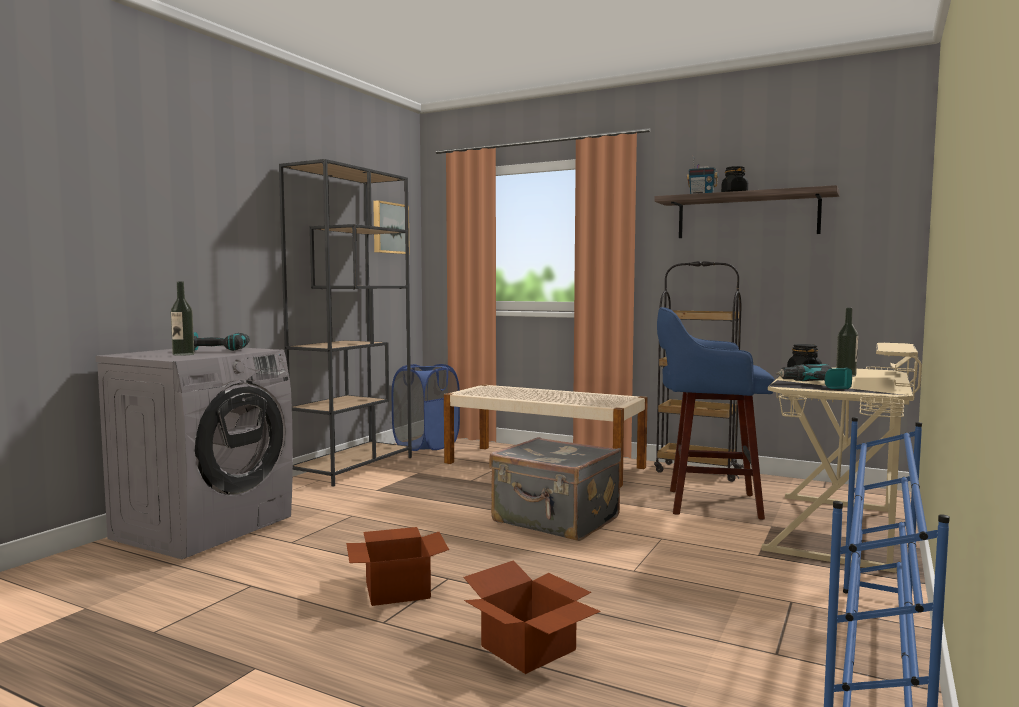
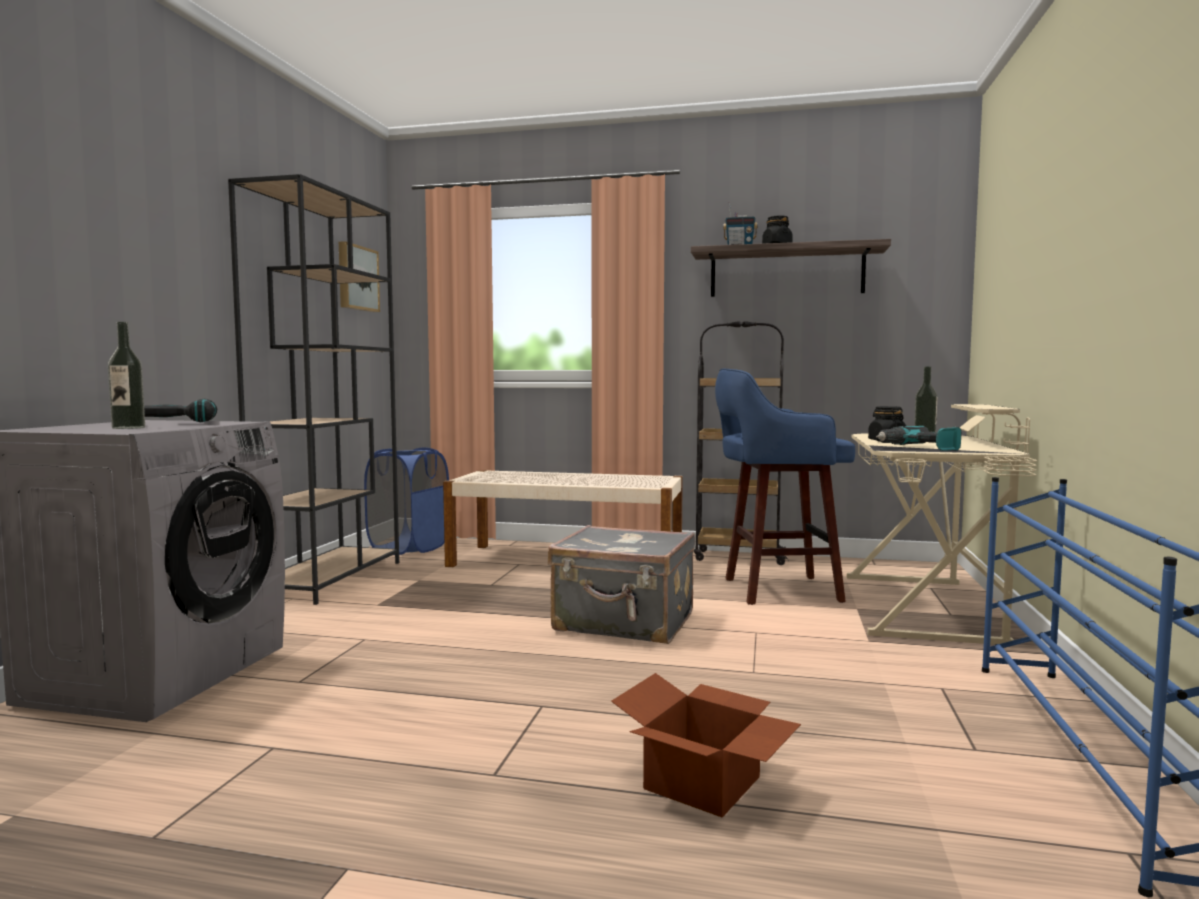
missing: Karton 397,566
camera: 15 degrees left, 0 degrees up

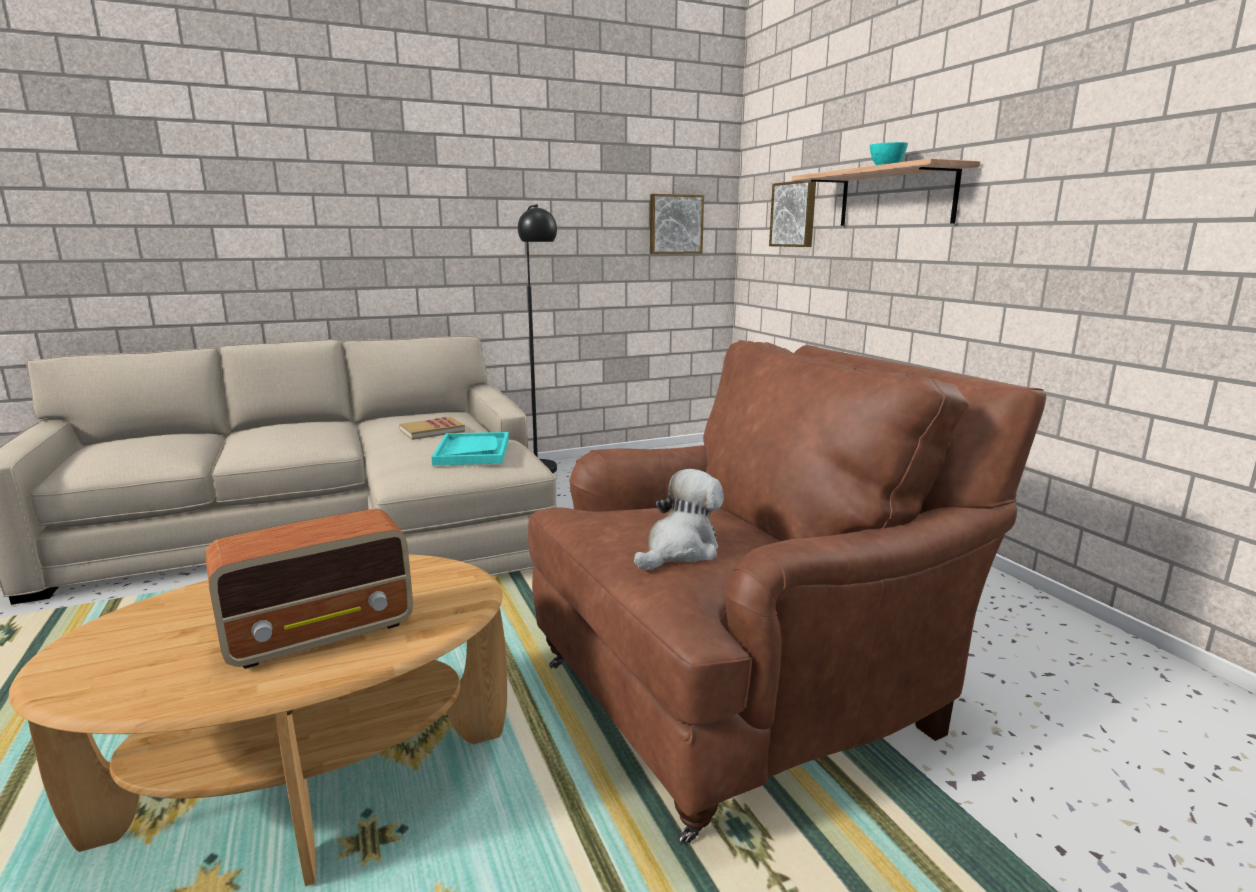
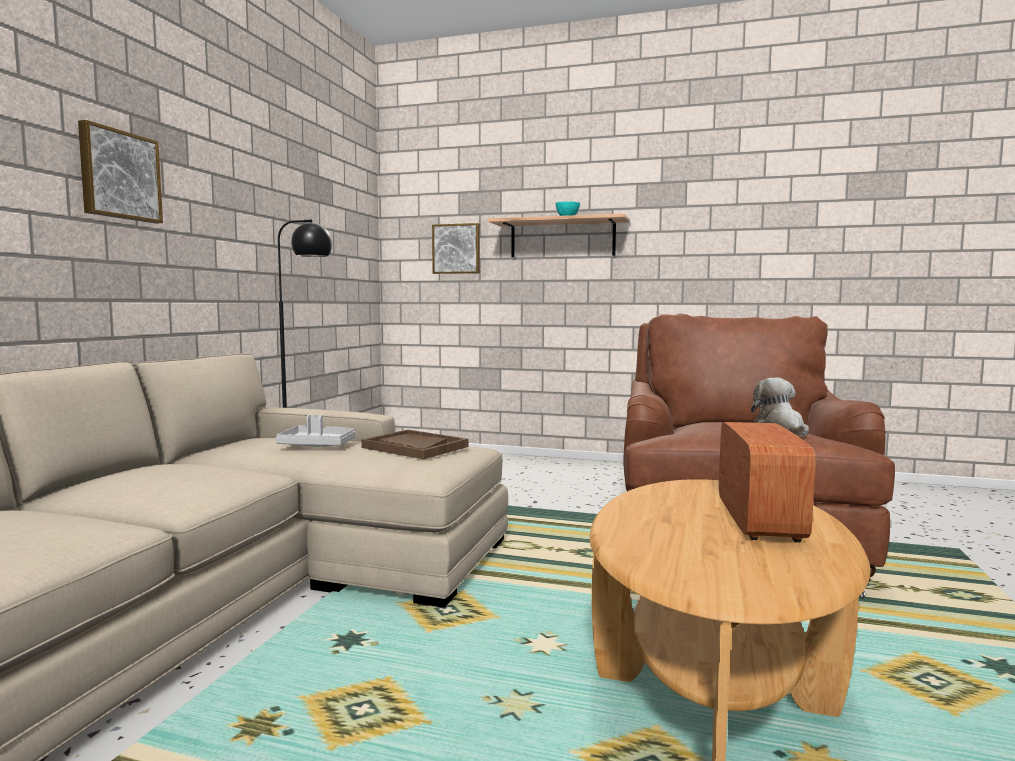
relocated: Bild 677,224 to 120,172
exchanged: Buch 432,428 to Tablett [grau] 315,430
colour: Tablett [türkis] 470,448 to Tablett [braun] 414,444
camera: 50 degrees left, 10 degrees down

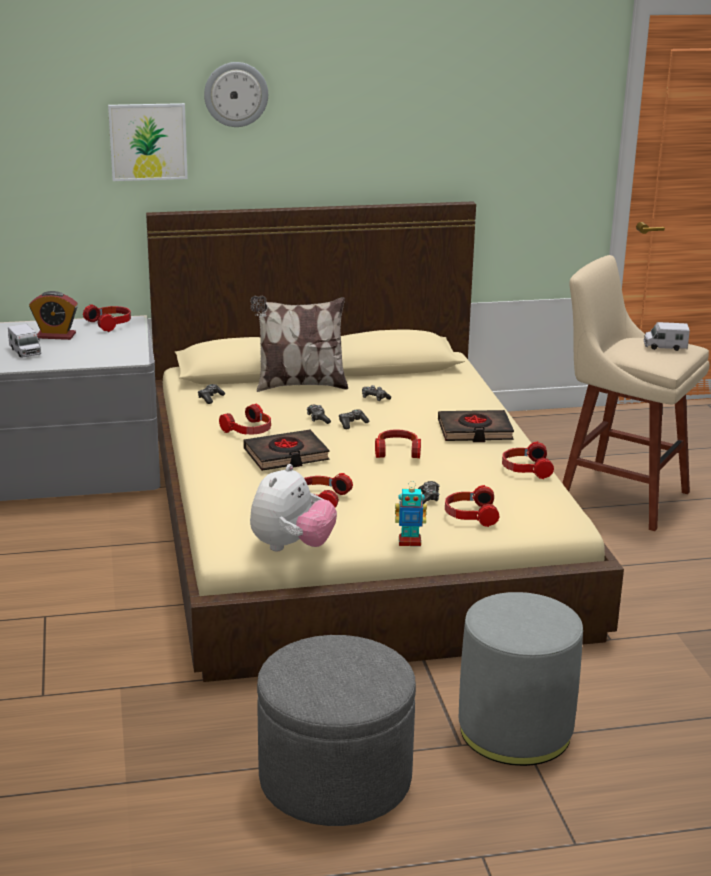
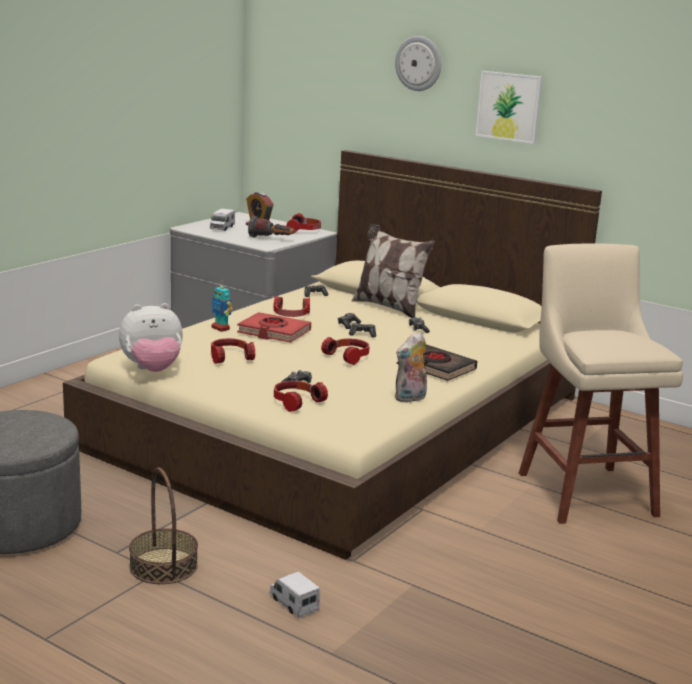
appeared: Taschenlampe 271,226
relocated: Spielzeugroboter 411,513 to 222,307; Spielzeuglaster 667,336 to 294,594; Bild 148,142 to 509,107
exchanged: Polsterhocker [grau] 521,679 to Korb 163,526; Kopfhörer 528,460 to Plüschtier 411,367
colour: Buch [schwarz] 286,450 to Buch [rot] 274,327
camera: 45 degrees right, 5 degrees down

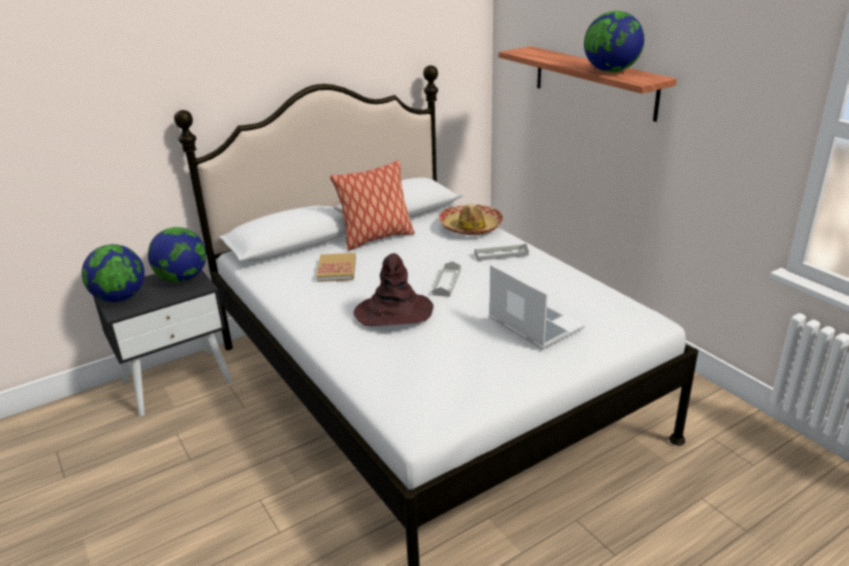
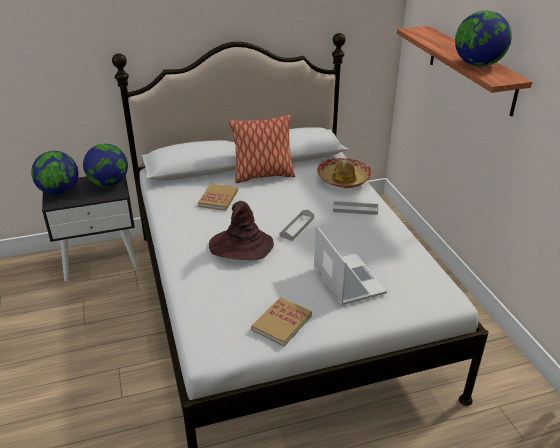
appeared: Buch 281,321
camera: 15 degrees right, 5 degrees up

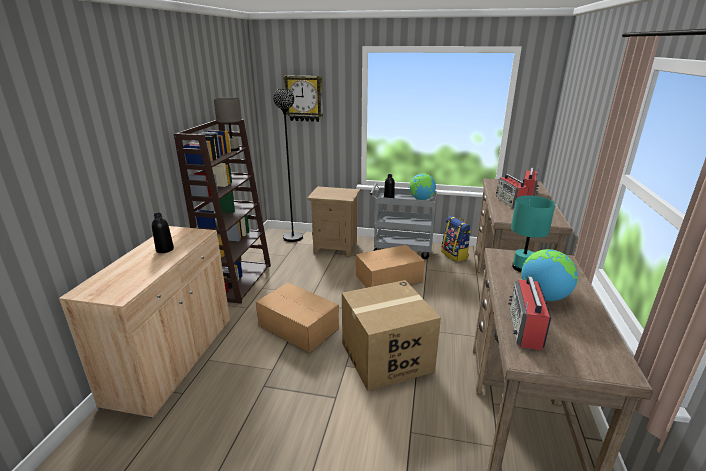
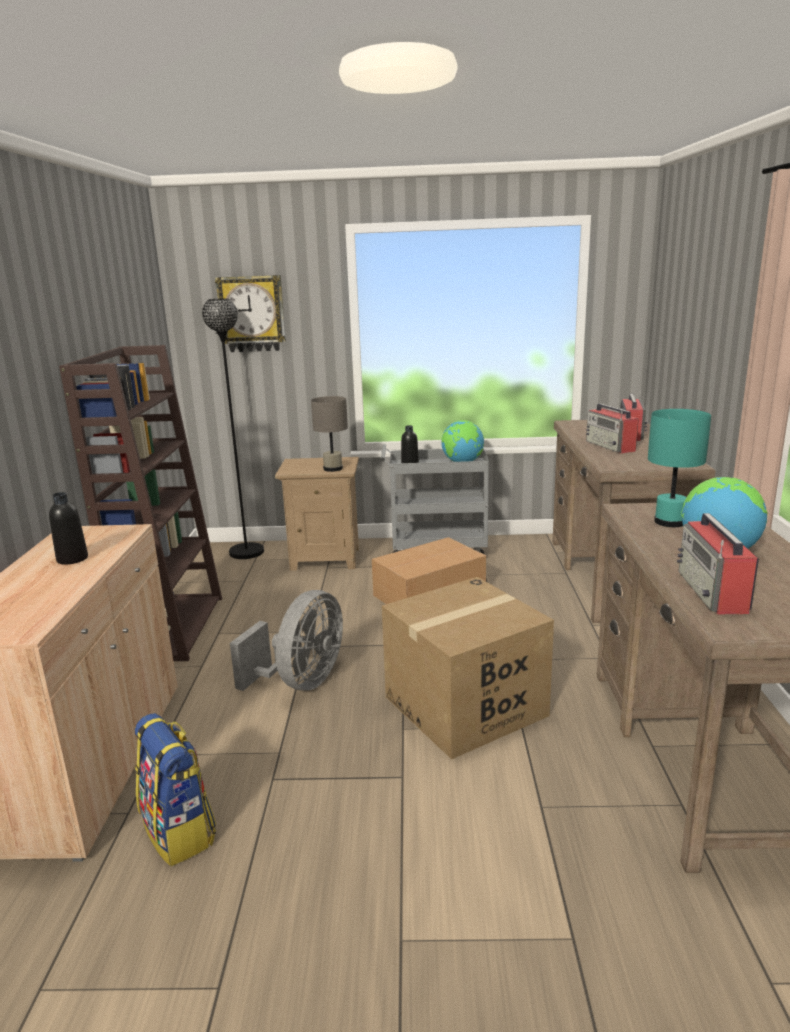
relocated: Rucksack 456,239 to 175,789; Tischlampe [grau] 228,124 to 329,434
exchanged: Karton 297,318 to Ventilator [grau] 286,640
camera: 10 degrees left, 5 degrees down

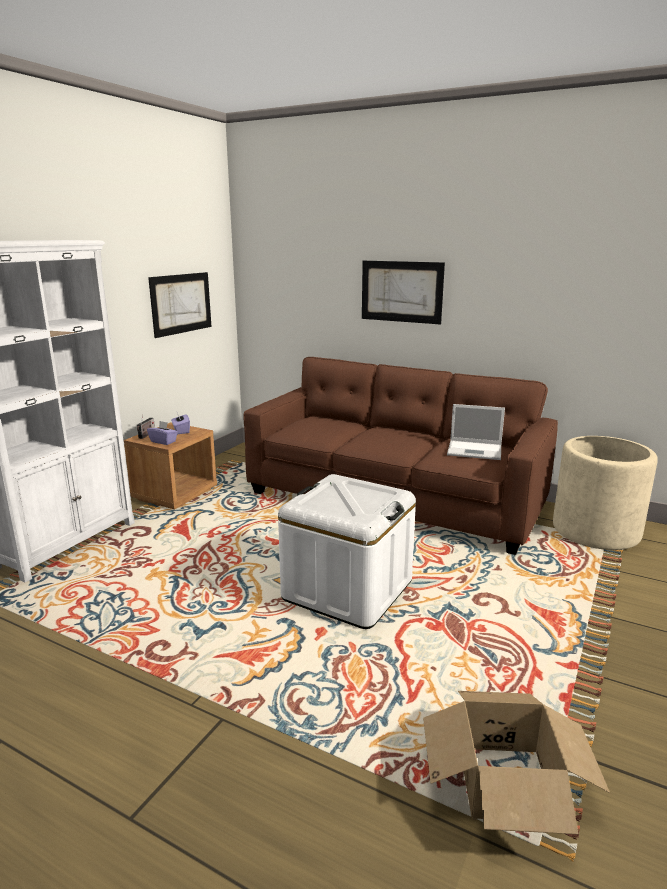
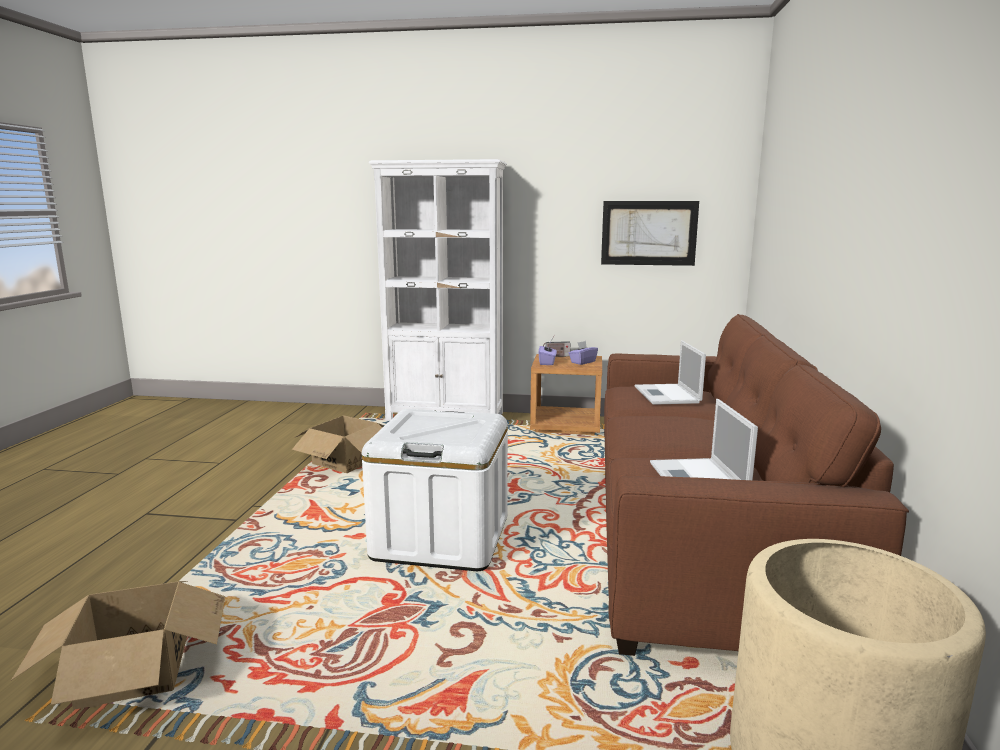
missing: Bild 403,293
appeared: Karton 338,444; Laptop 670,372
camera: 70 degrees right, 5 degrees down

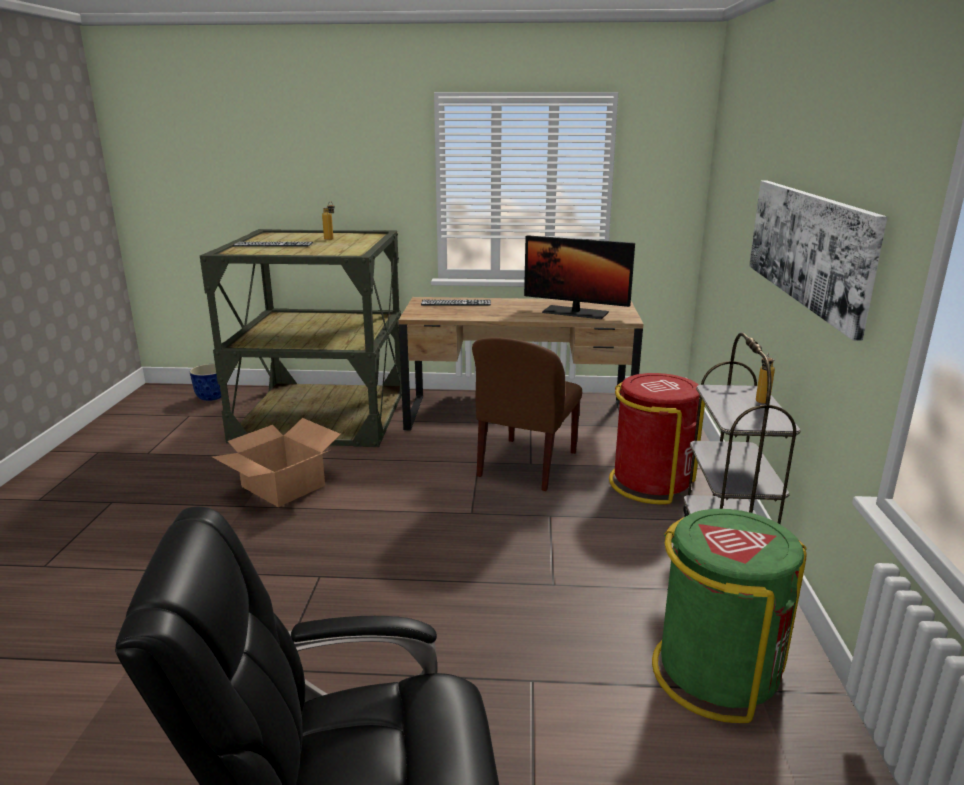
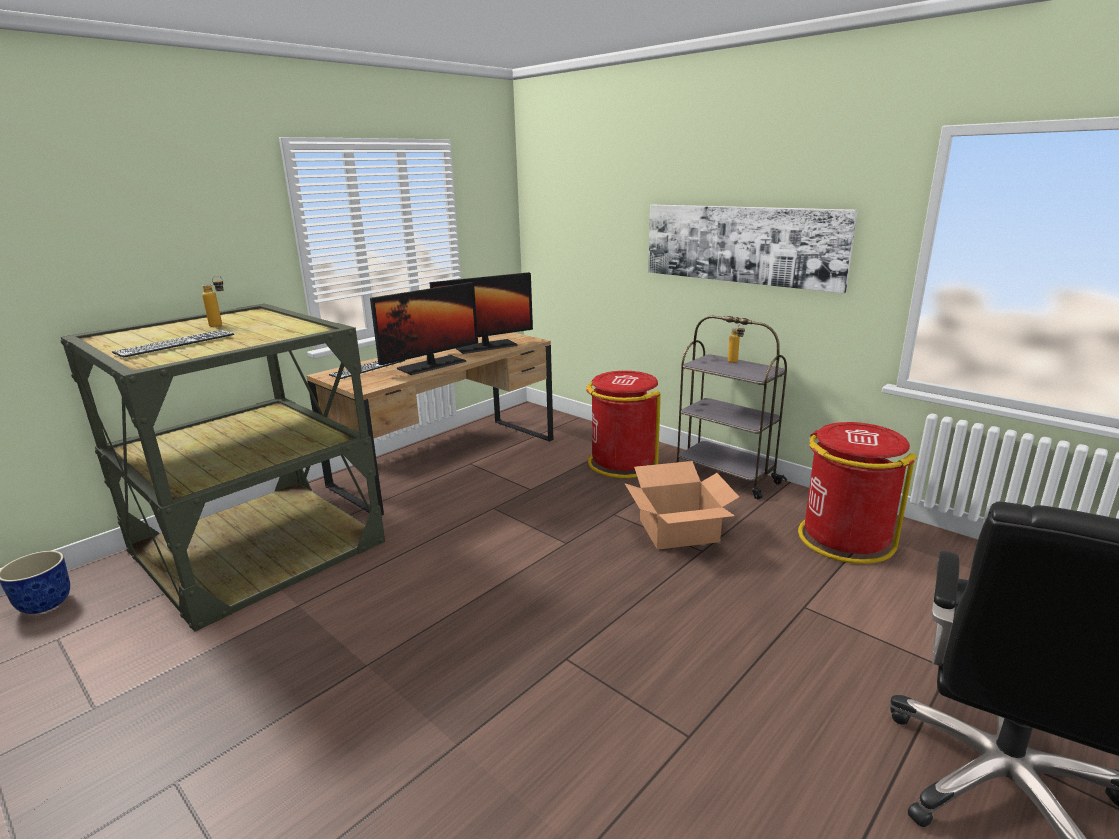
missing: Stuhl [braun] 527,414
appeared: Monitor 424,328
relocated: Karton 276,462 to 681,505
colour: Mülleimer [grün] 729,616 to Mülleimer [rot] 857,493
camera: 50 degrees left, 0 degrees up

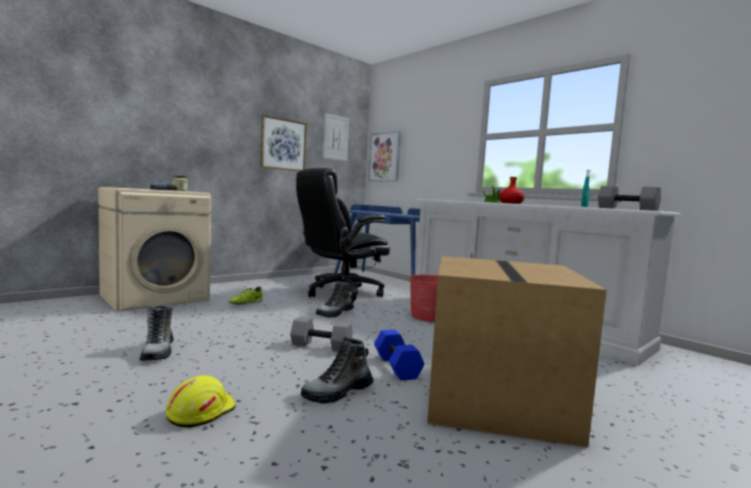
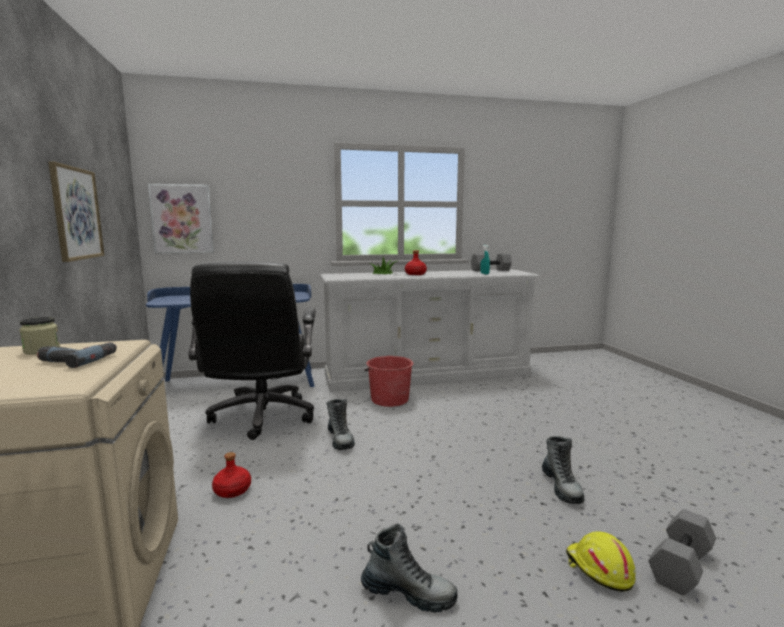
missing: Bild 336,137; Hantel [blau] 399,355; Karton 517,351
relocated: Hantel [grau] 321,333 to 682,552
exchanged: Schuh 246,295 to Flasche [rot] 231,475
camera: 60 degrees left, 5 degrees up

